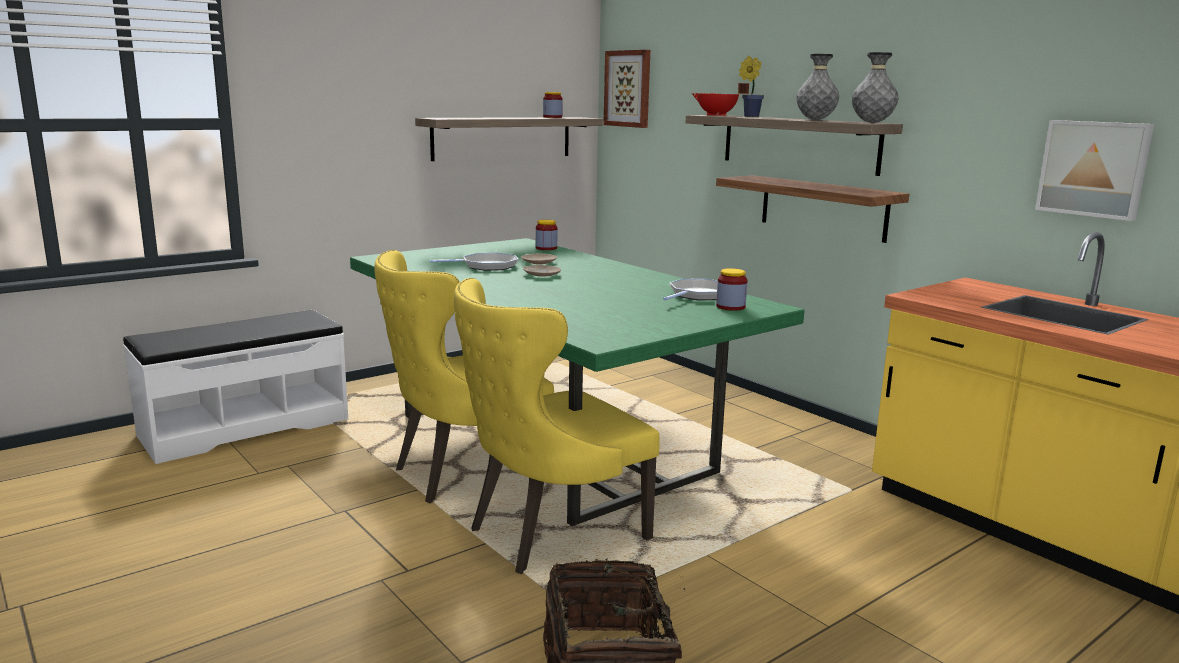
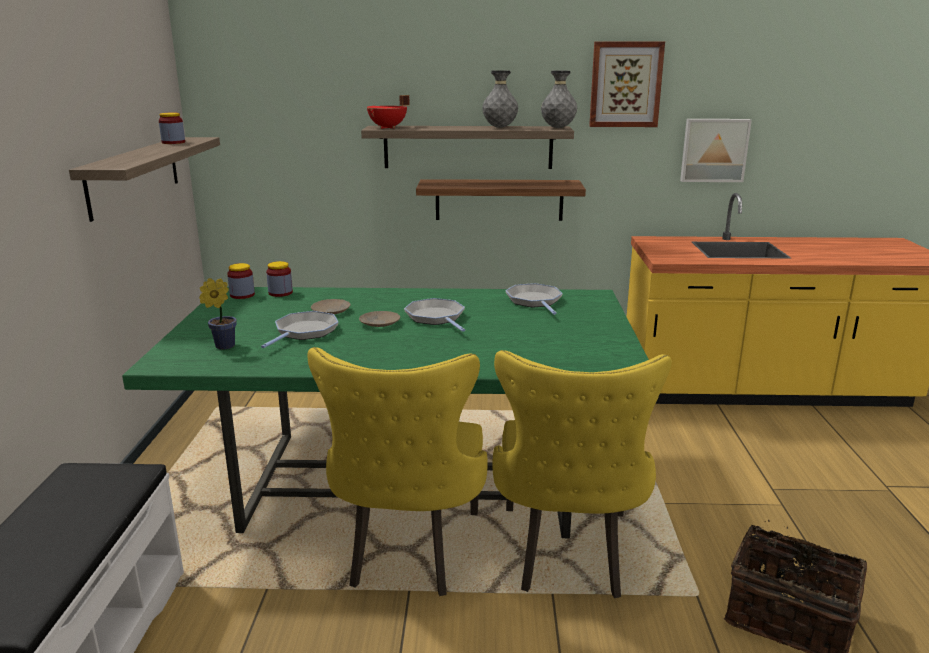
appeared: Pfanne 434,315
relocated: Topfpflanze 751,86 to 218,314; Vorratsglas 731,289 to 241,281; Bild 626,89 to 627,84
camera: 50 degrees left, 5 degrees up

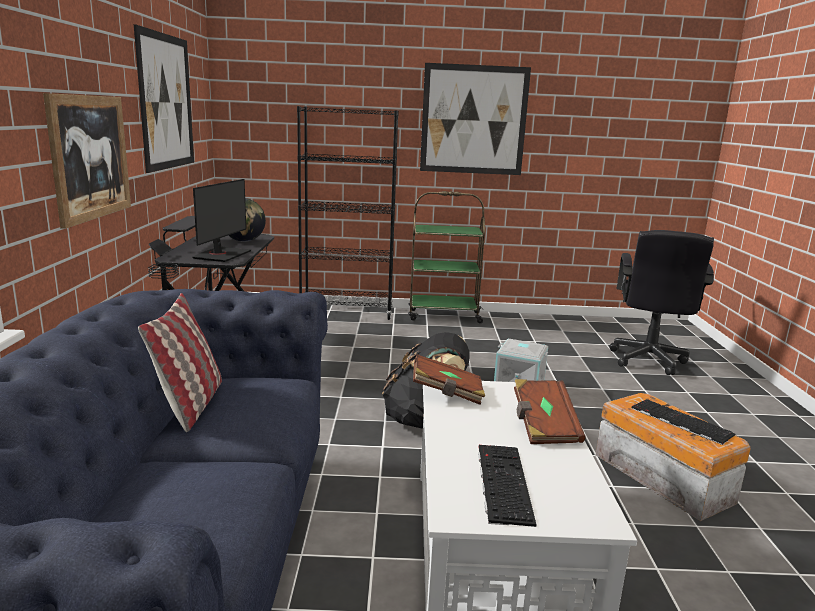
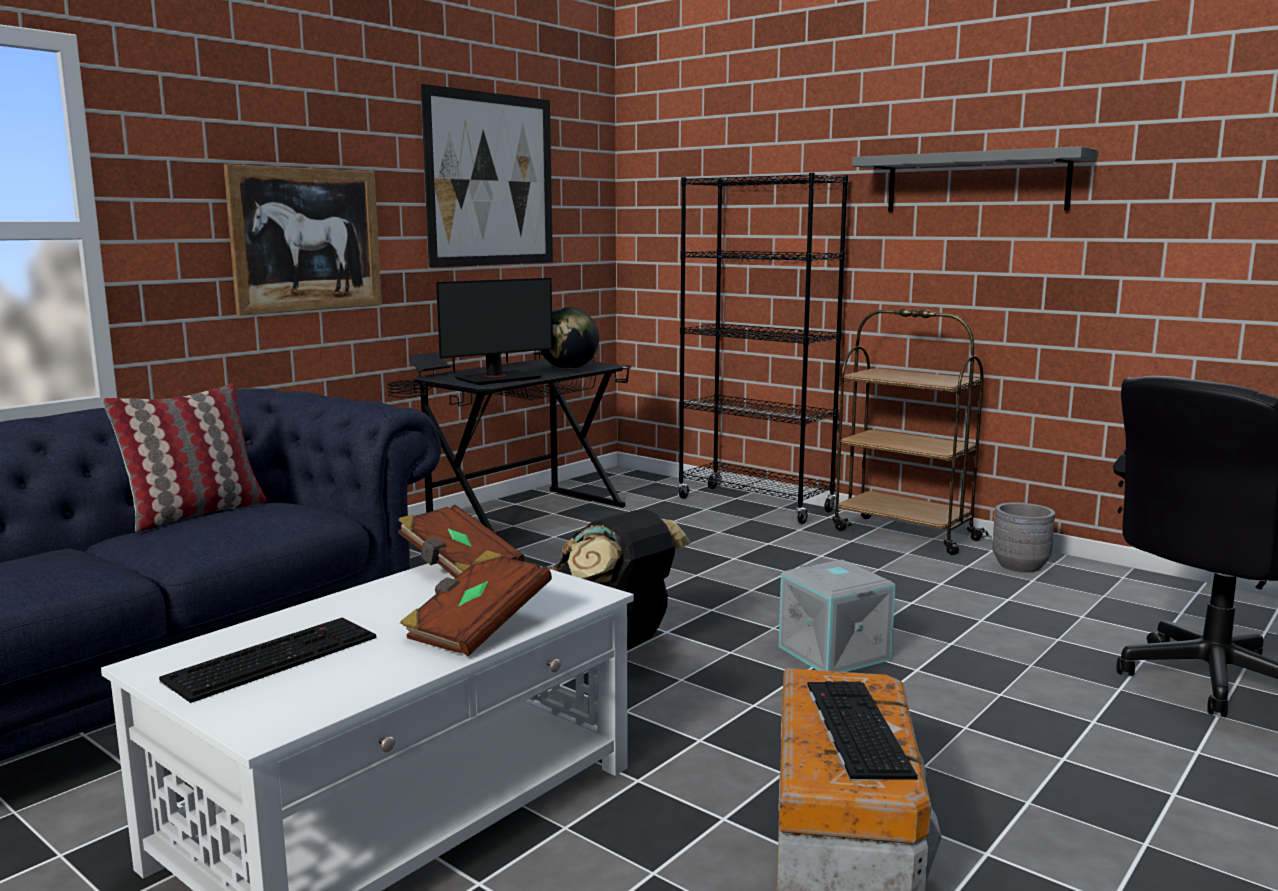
appeared: Pflanzkübel [grau] 1023,537
exchanged: Bild 475,119 to Wandregal [grau] 975,179
colour: Rollwagen [grün] 446,257 to Rollwagen [braun] 910,431
camera: 40 degrees right, 5 degrees down

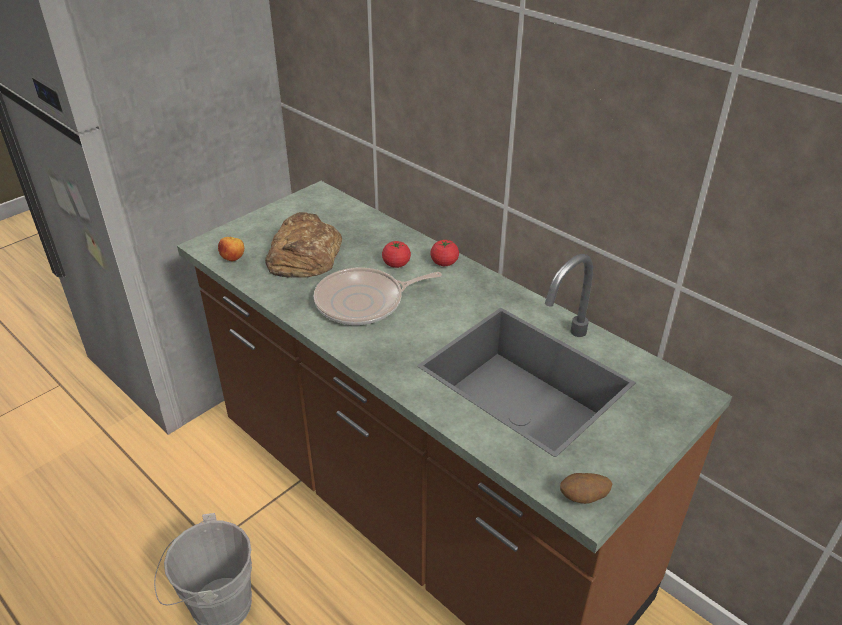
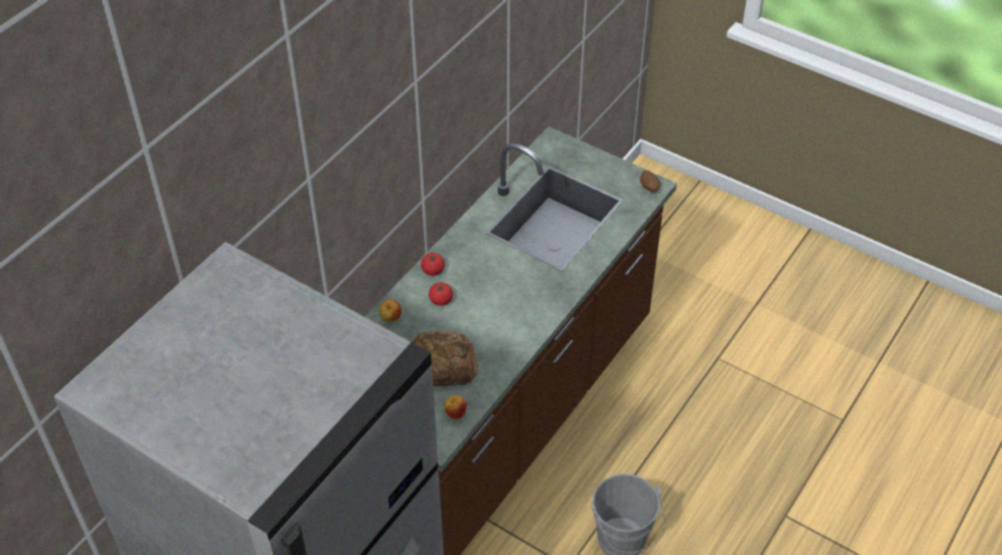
missing: Pfanne 378,296
appeared: Apfel 390,311
camera: 100 degrees left, 10 degrees up

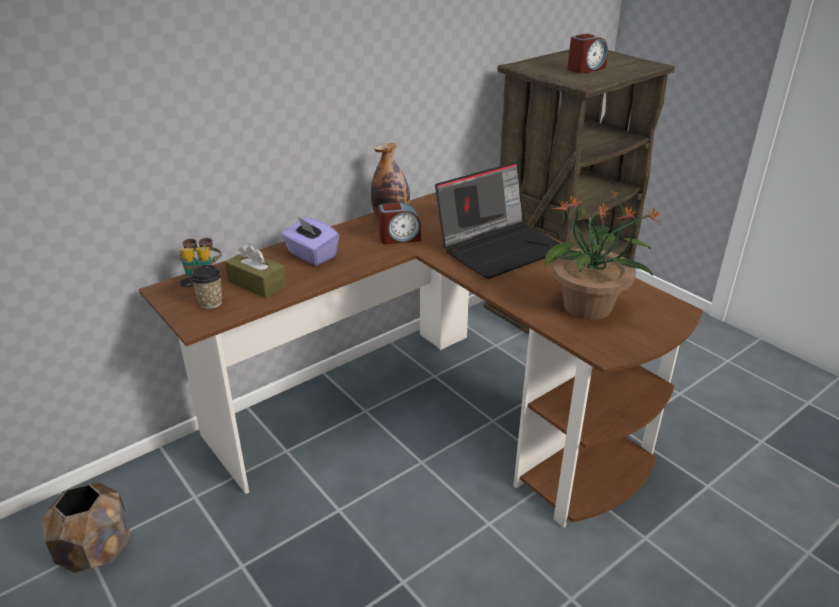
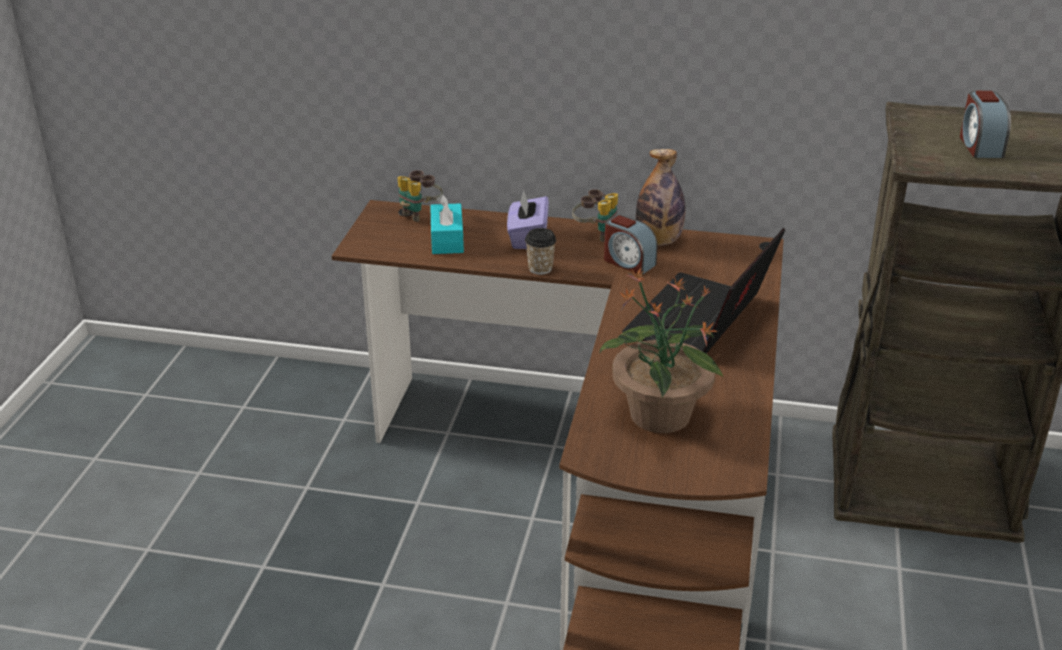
missing: Pflanzkübel [braun] 85,528
appeared: Fernglas 595,215
relocated: Tasse 206,287 to 540,251
colour: Taschentuchbox [braun] 256,270 to Taschentuchbox [türkis] 447,224
spun: Laptop 497,220 = 703,290 105 degrees clockwise; Wecker 587,53 = 985,124 75 degrees clockwise
camera: 50 degrees right, 0 degrees up

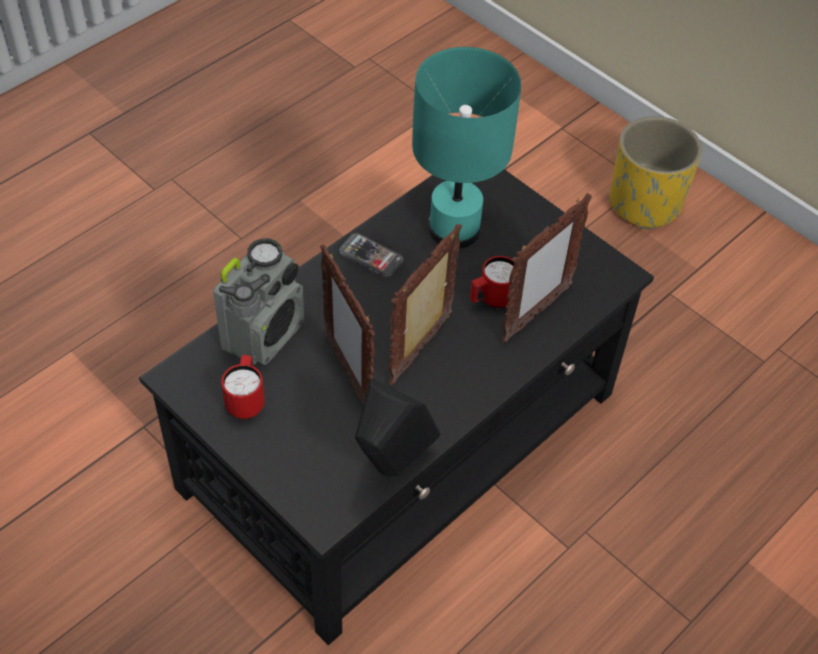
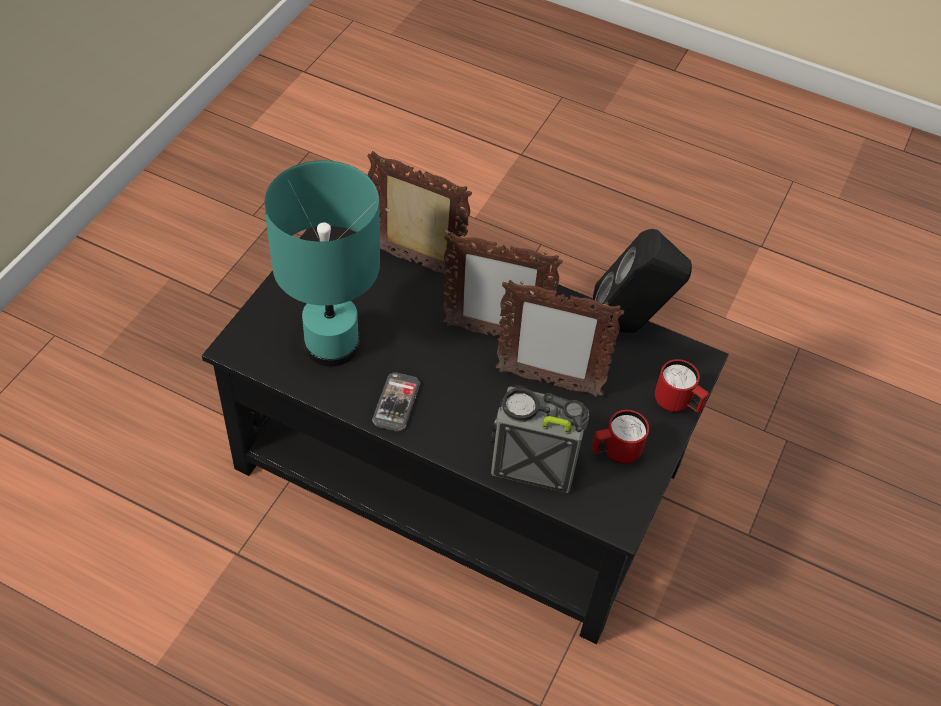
missing: Pflanzkübel [gelb] 656,172
relocated: Henkelbecher [rot] 492,282 to 682,386
spun: Bilderrahmen 347,325 = 560,338 60 degrees clockwise
camera: 110 degrees left, 0 degrees up

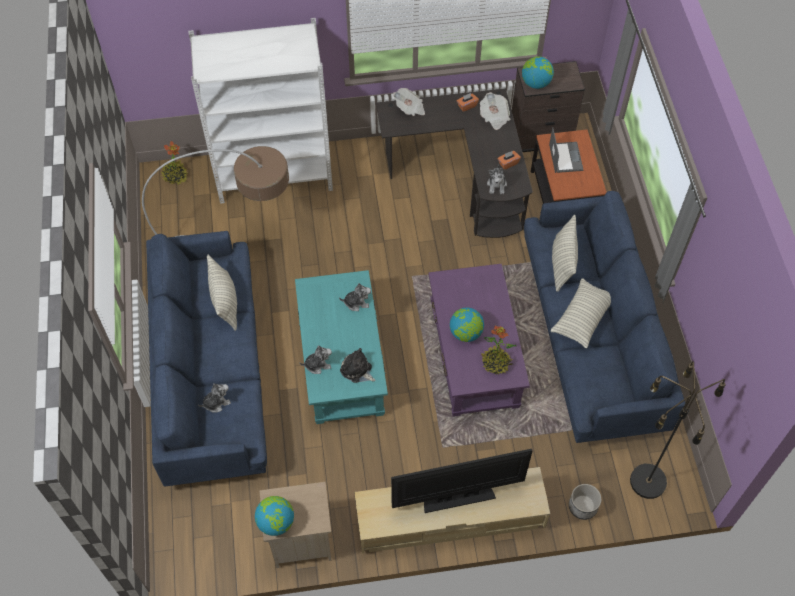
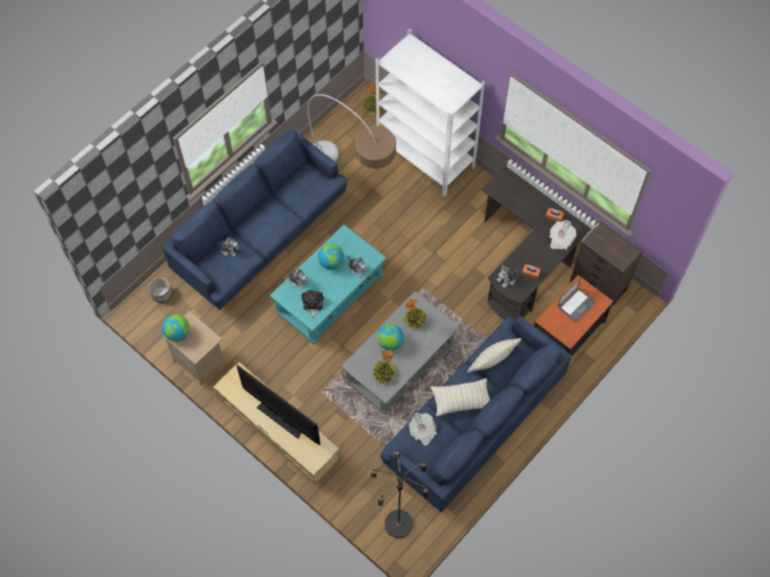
missing: Kissen 222,293
appeared: Topfpflanze 415,313
relocated: Pflanzkübel 585,502 to 160,290; Globus 538,72 to 331,257; Zeitung 409,102 to 423,429
colour: Couchtisch [lila] 479,340 to Couchtisch [grau] 400,353
camera: 50 degrees right, 5 degrees up

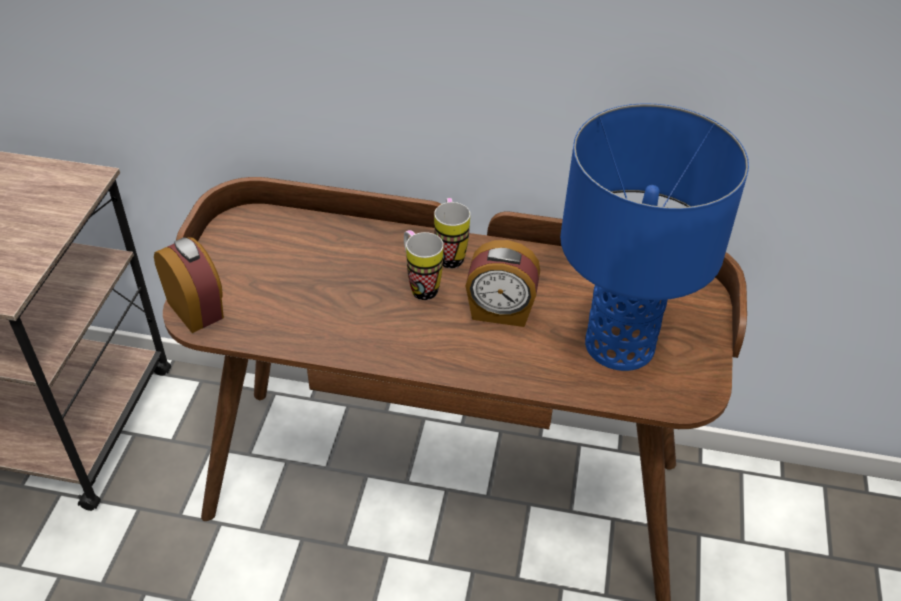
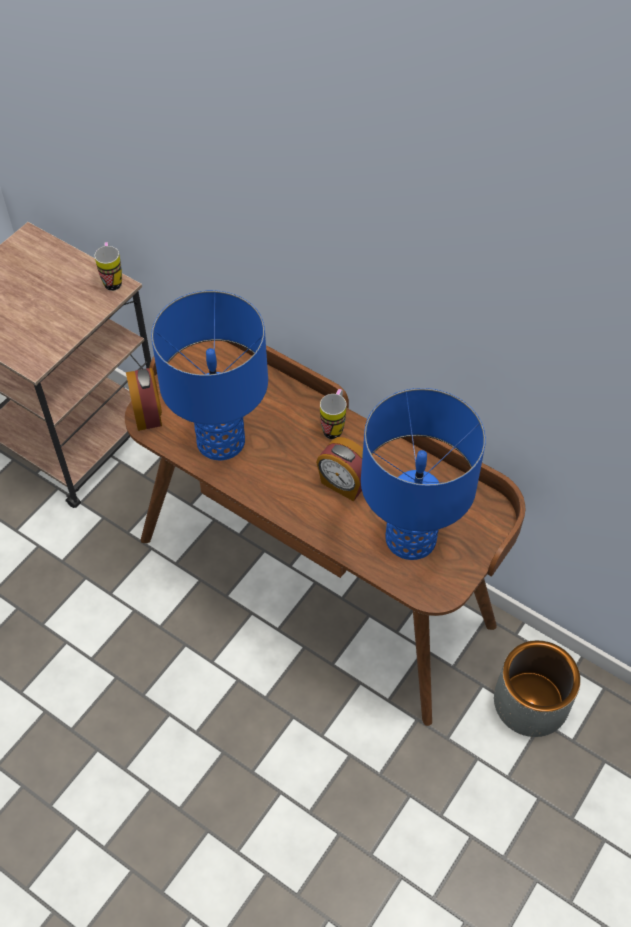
appeared: Tischlampe [blau] 209,375; Pflanzkübel [grau] 537,688
relocated: Henkelbecher 423,265 to 108,266
camera: 25 degrees right, 10 degrees up

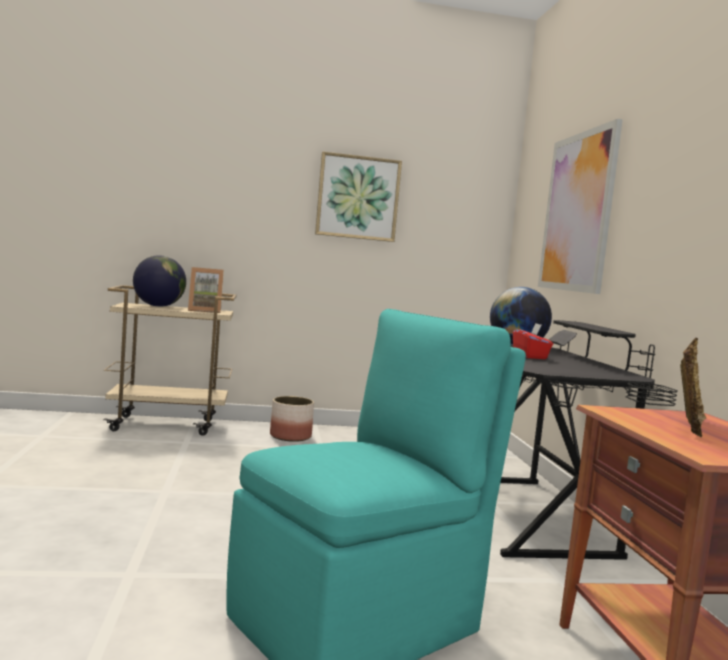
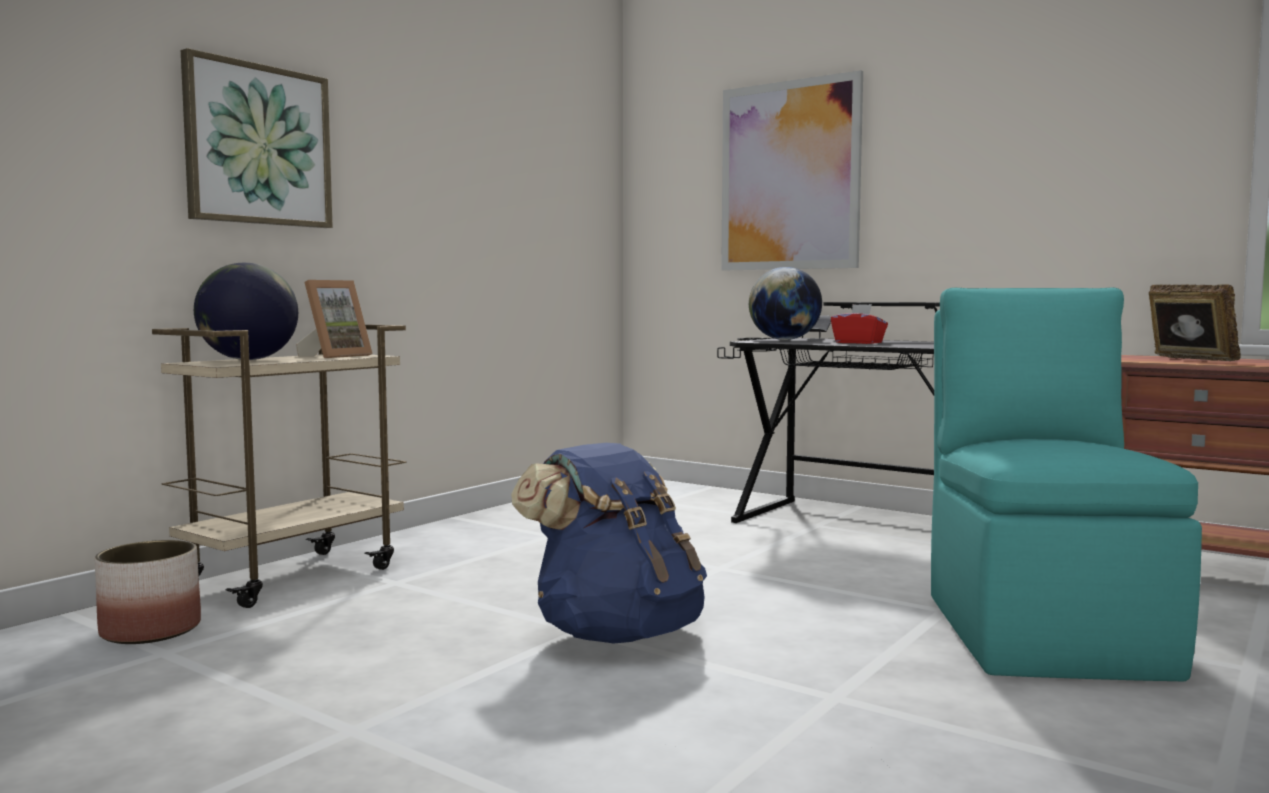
appeared: Rucksack [blau] 609,543
relocated: Pflanzkübel 292,419 to 148,592; Bild 358,196 to 257,138
camera: 45 degrees left, 0 degrees up

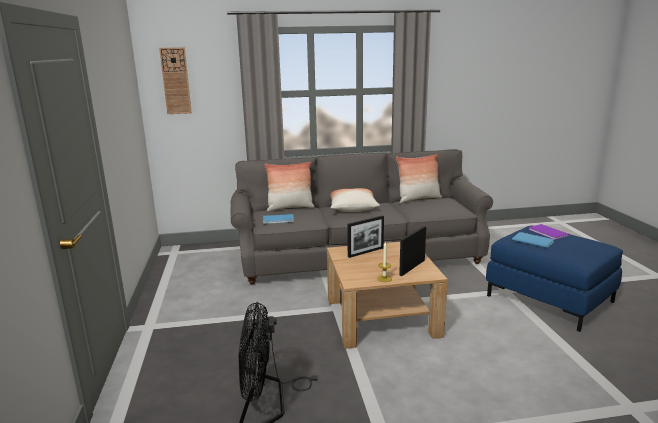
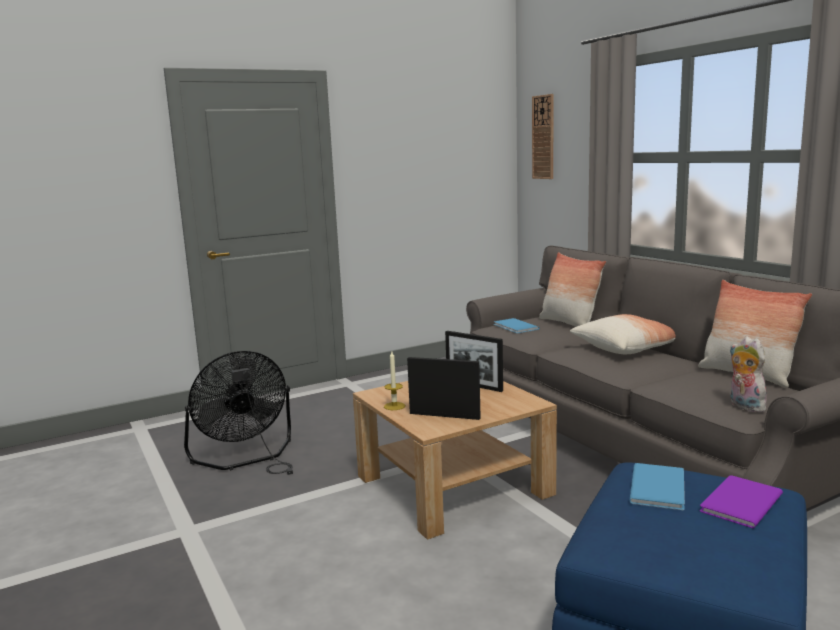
appeared: Plüschtier 748,374
camera: 70 degrees right, 5 degrees down

